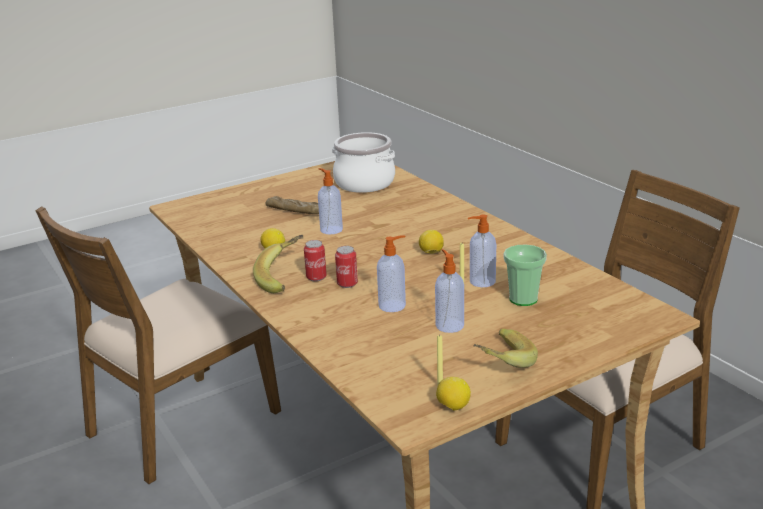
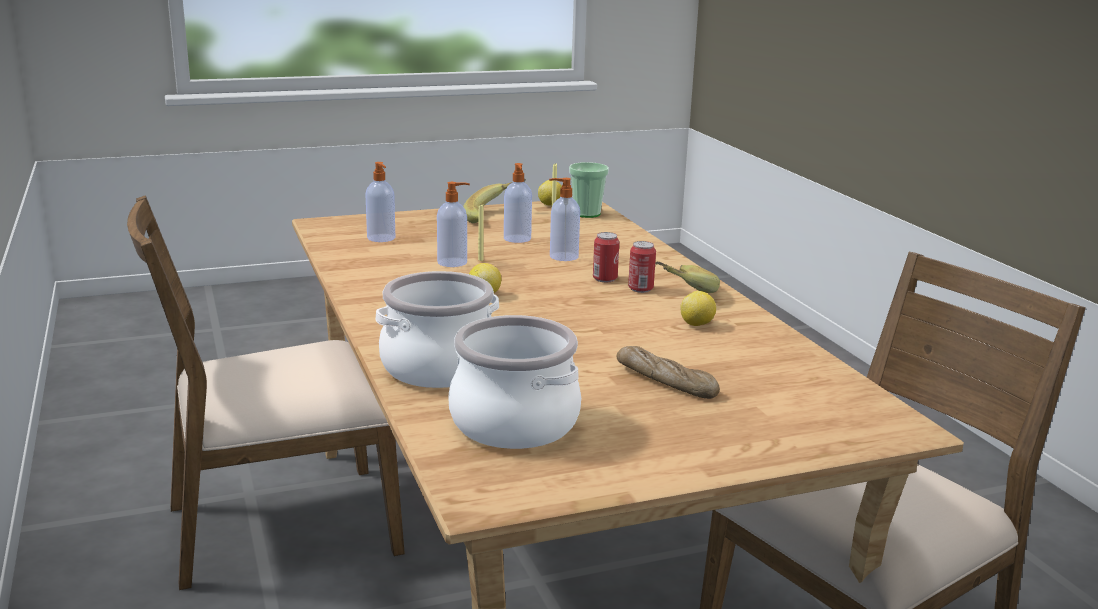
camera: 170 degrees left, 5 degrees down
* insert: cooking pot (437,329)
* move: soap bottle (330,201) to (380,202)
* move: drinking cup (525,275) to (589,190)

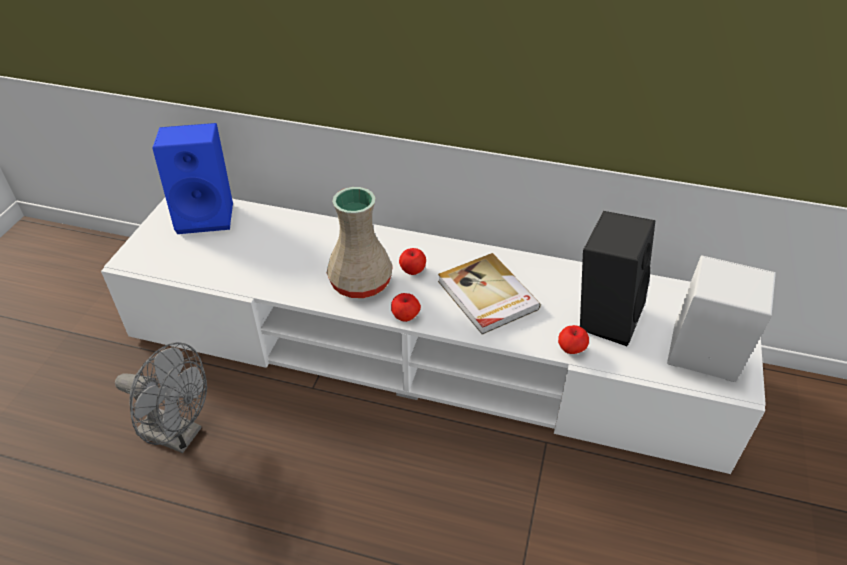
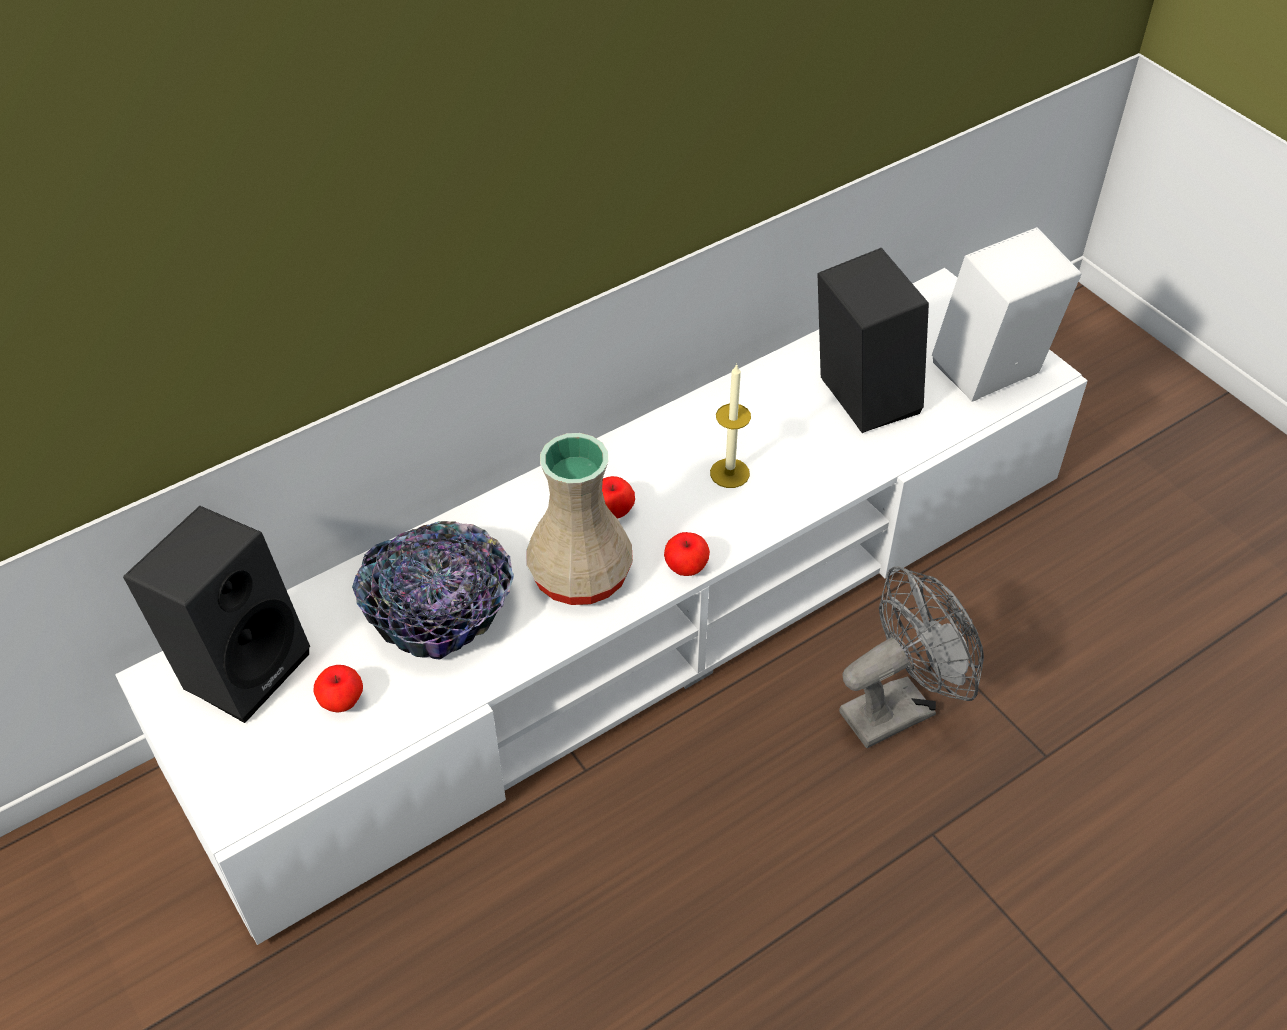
camera: 50 degrees left, 5 degrees up
* insert: deep dish (433,590)
* move: cooling fan in greyish (161,397) to (911,657)
* move: apple (573,339) to (338,689)
* replace: bound book (489,294) to wax candle (730,426)
* recolor: speaker in blue-coloured (192,178) to speaker in black (216,614)

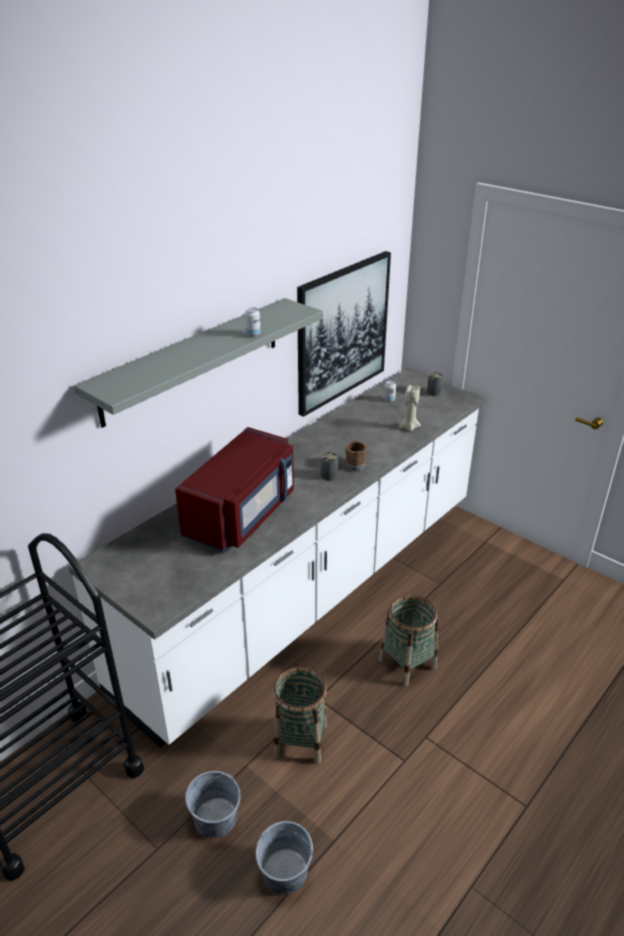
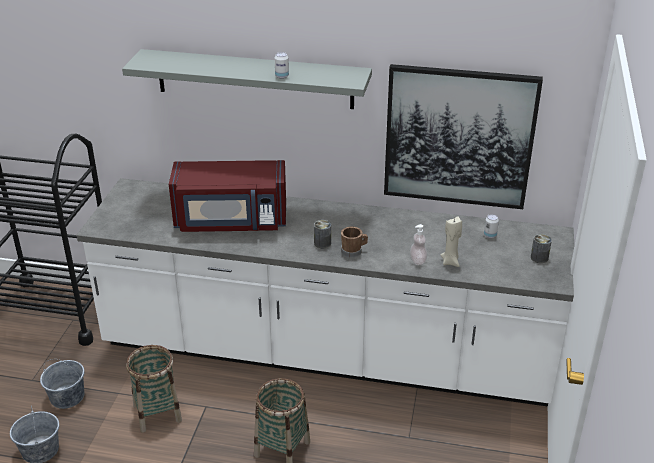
camera: 60 degrees right, 0 degrees up
* insert: soap bottle (418,244)

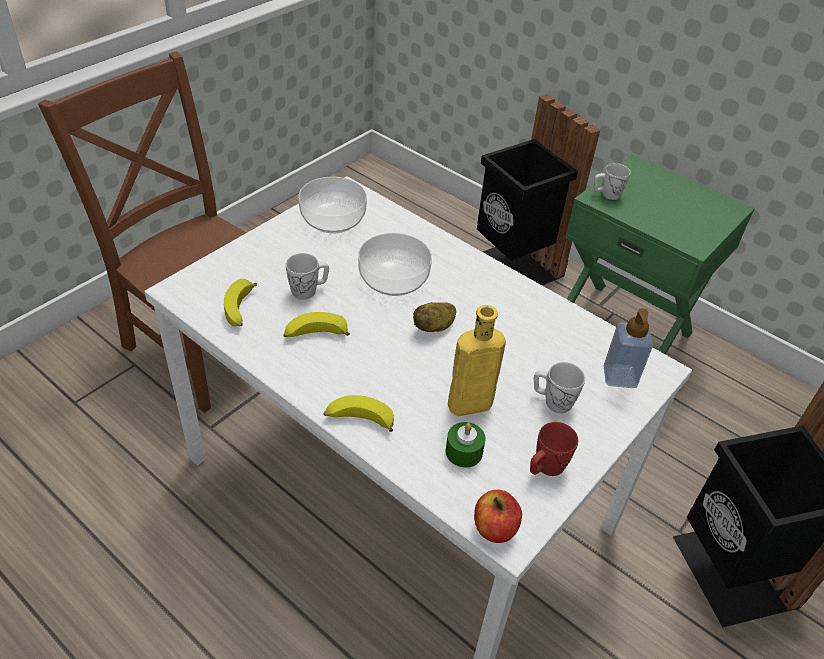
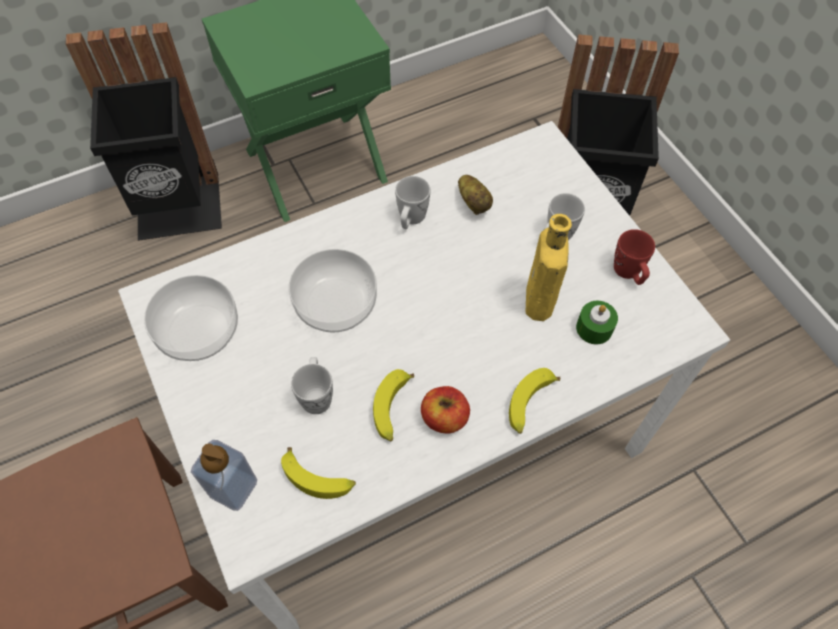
camera: 65 degrees left, 15 degrees up
* move: spud (434,317) to (475,195)
* move: apple (498,516) to (445,409)
* move: coffee mug in white (612,181) to (412,202)
* move: soap bottle (628,348) to (224,475)

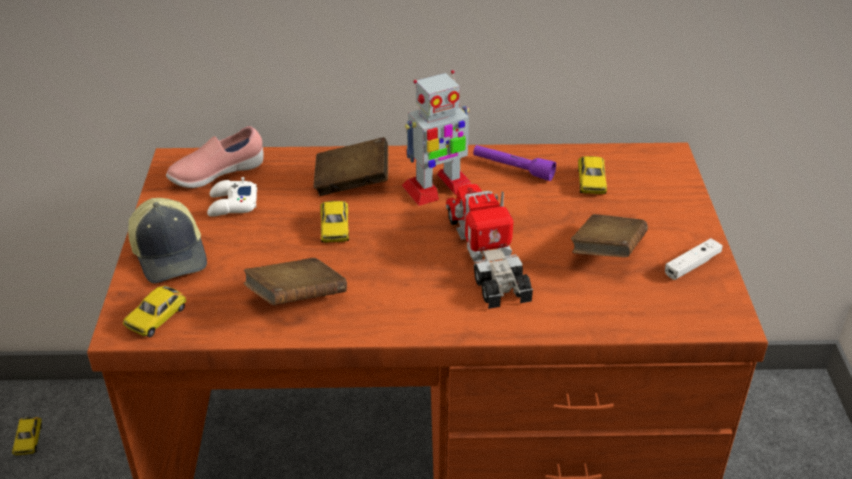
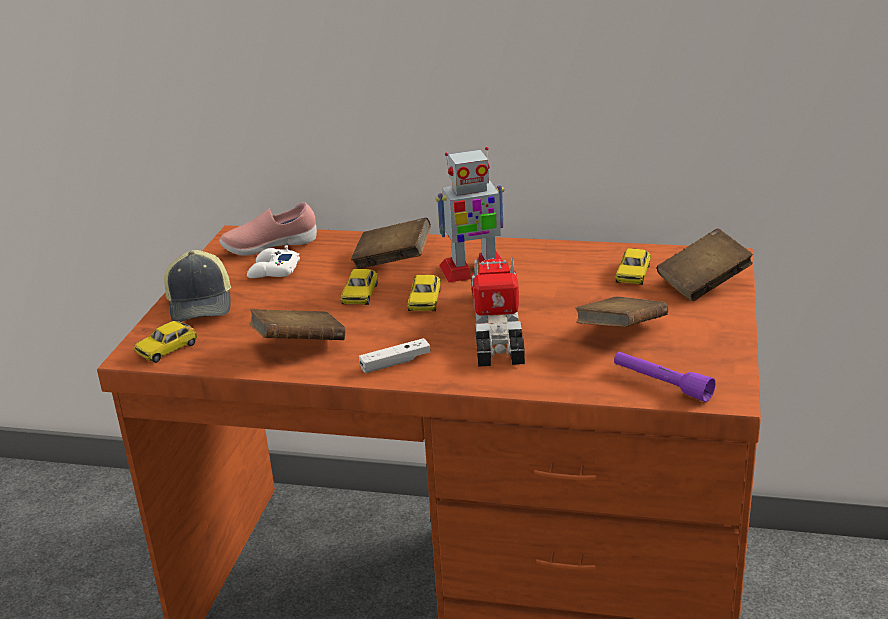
camera: 15 degrees right, 10 degrees down
* insert: bound book in brown-coloured (705,264)
* move: toy car (27,436) to (424,292)
* move: hand torch in purple-coloured (514,163) to (665,377)
* move: game controller in white (694,259) to (394,355)

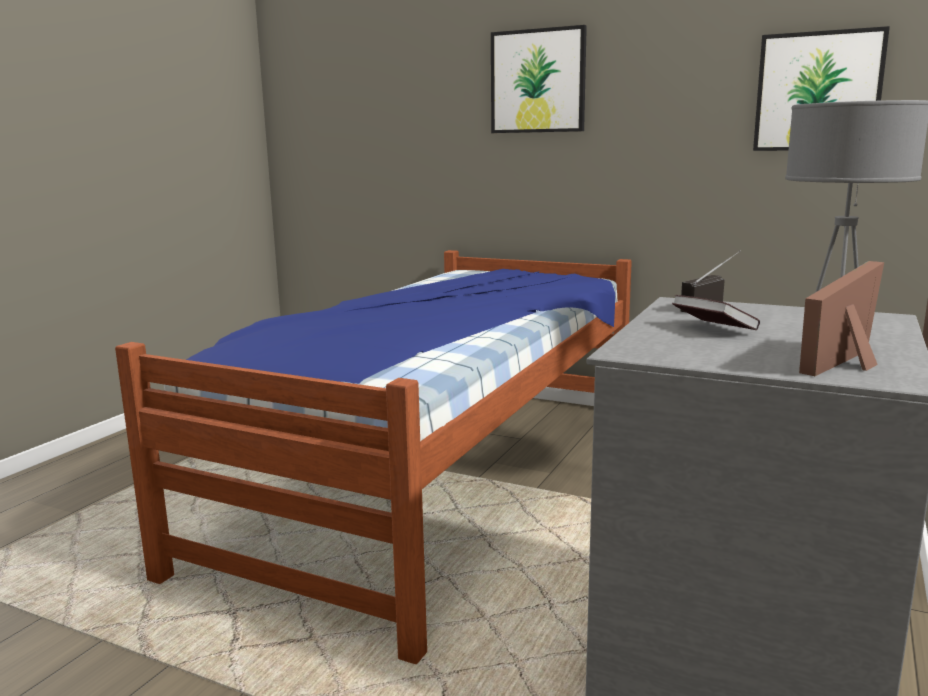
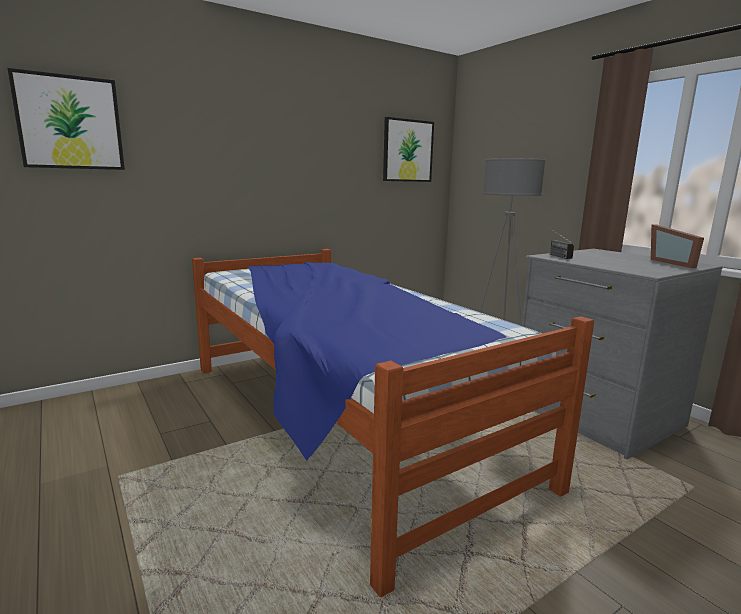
camera: 60 degrees left, 0 degrees up
* delete: bound book (716,312)
* move: picture (539,79) to (66,119)

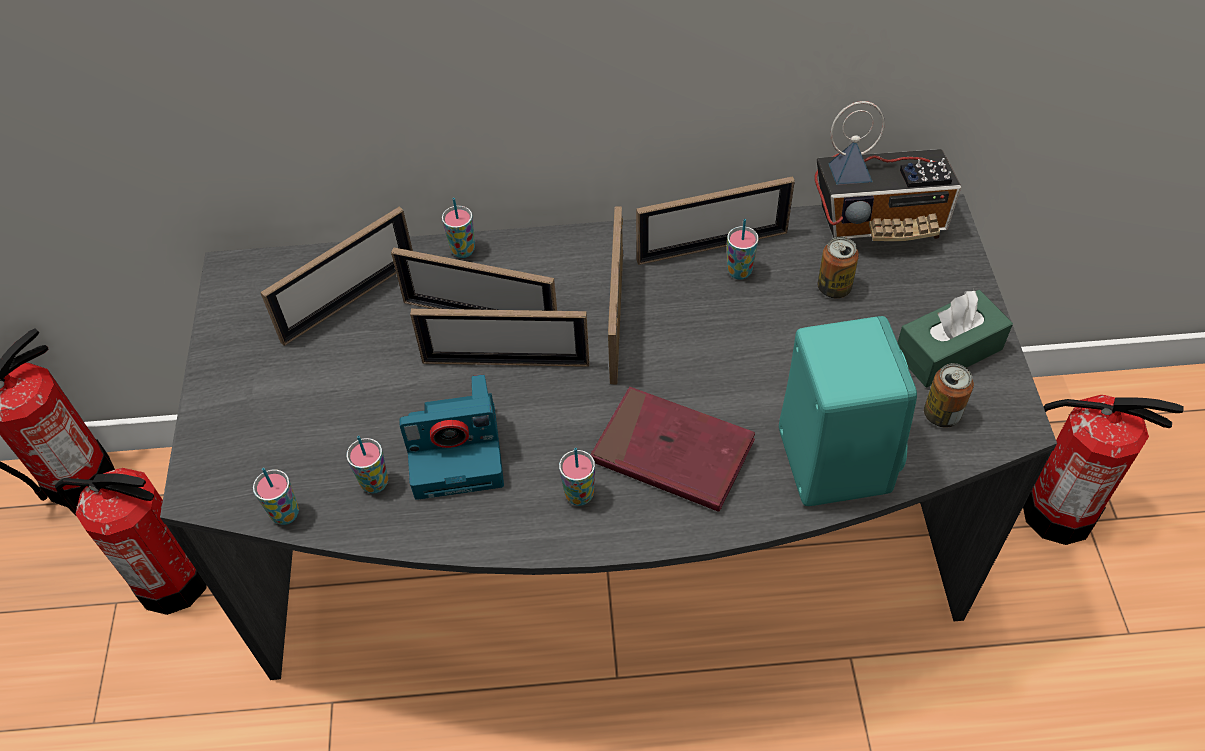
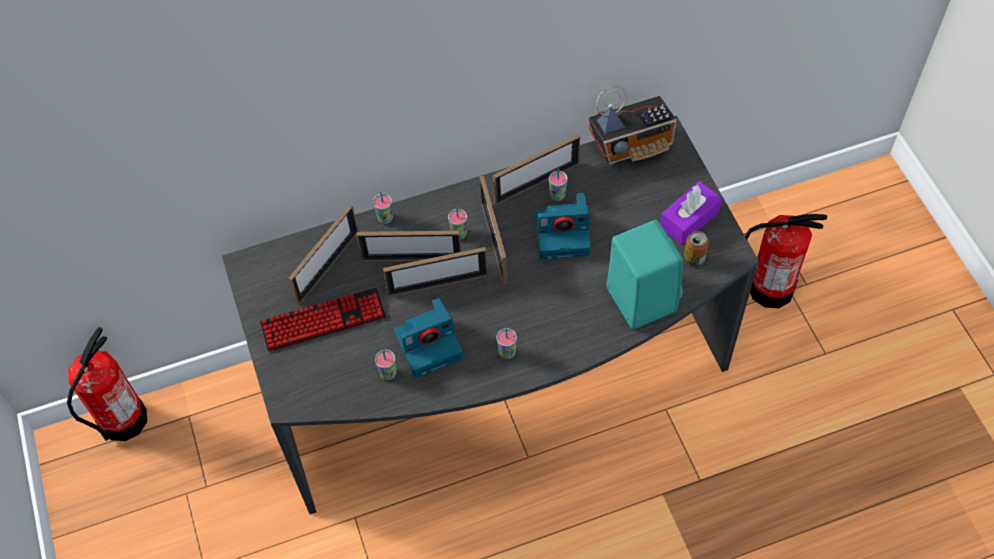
camera: 15 degrees left, 5 degrees up
* delete: extinguisher (131,541)
* delete: bound book in red (672,449)
* delete: metal can (838,267)
* insert: computer keyboard (323,320)
* insert: still camera (563,226)
* move: drinking cup (276,496) to (457,223)
* recolor: box of tissues in green-coloured (955,338) to box of tissues in purple-coloured (691,213)

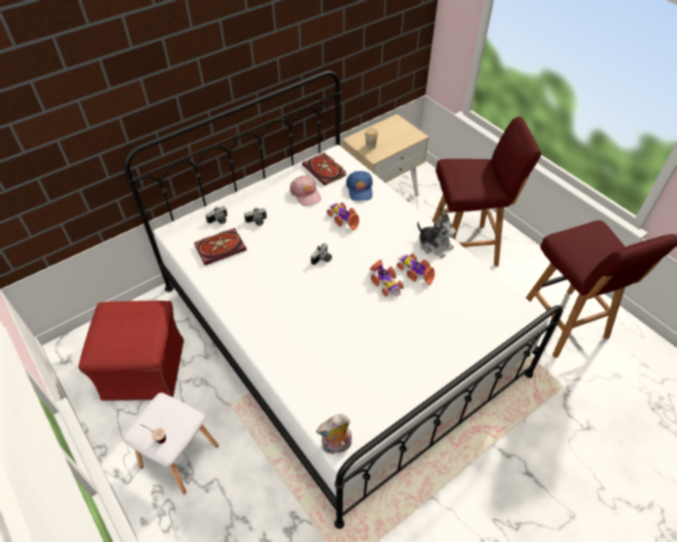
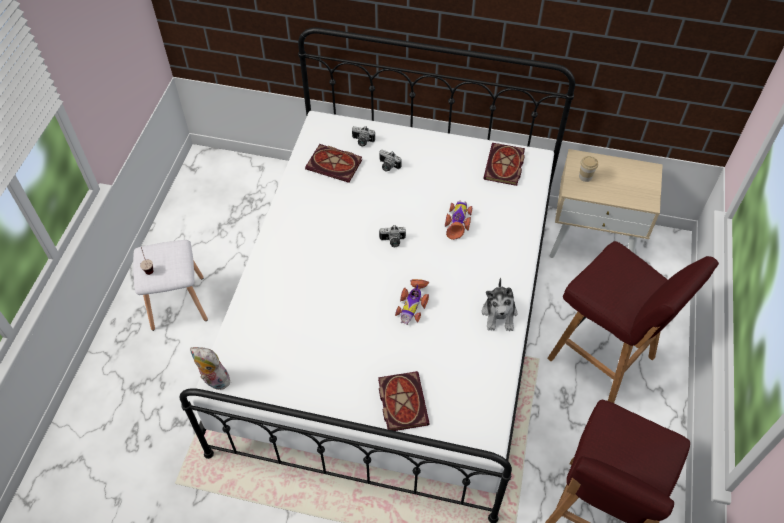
camera: 50 degrees right, 5 degrees up
* delete: footrest in red (131,351)
* delete: baseball cap in pink (305,190)
* delete: baseball cap in blue-coloured (359,186)
* delete: toy car (416,269)
* insert: bound book (404,401)

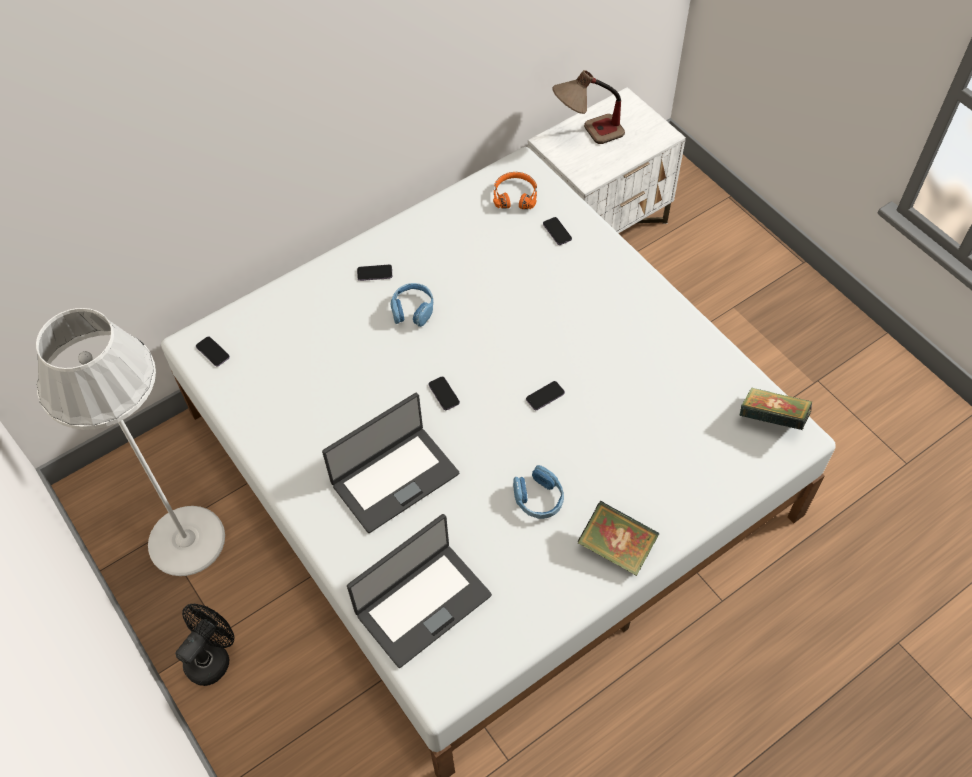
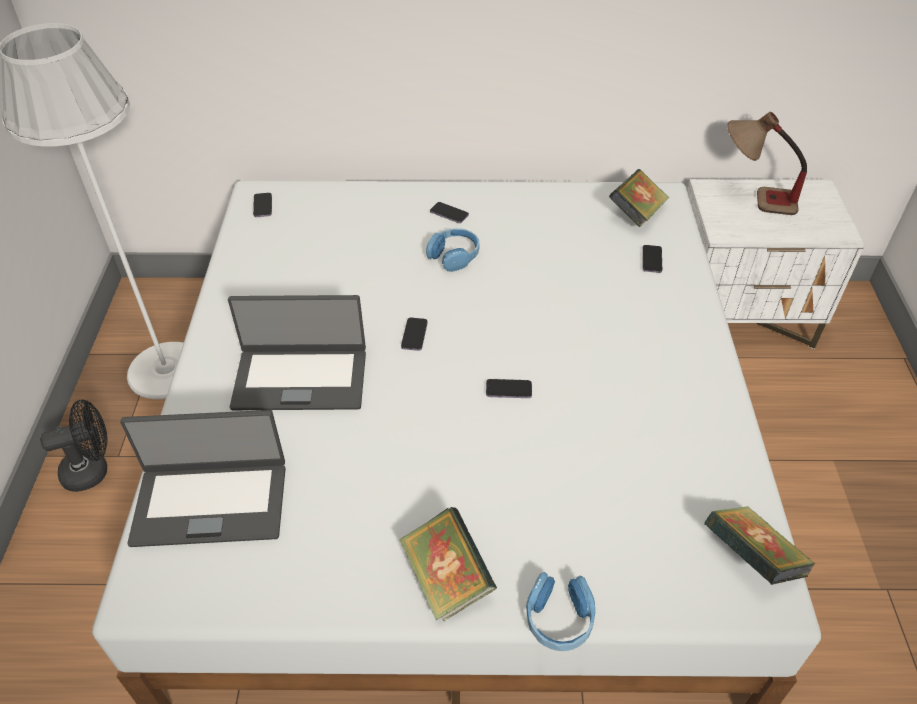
camera: 35 degrees right, 10 degrees down
* move: headphones in blue-coloured (538,492) to (560,611)
* replace: headphones in orangey (515,190) to bound book (639,198)

